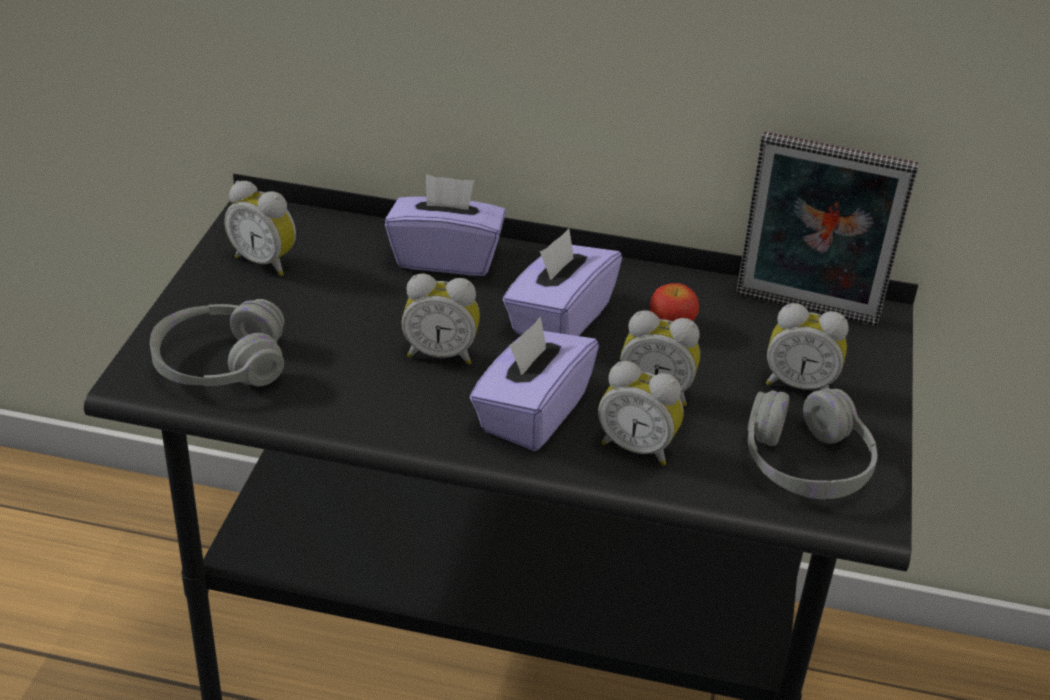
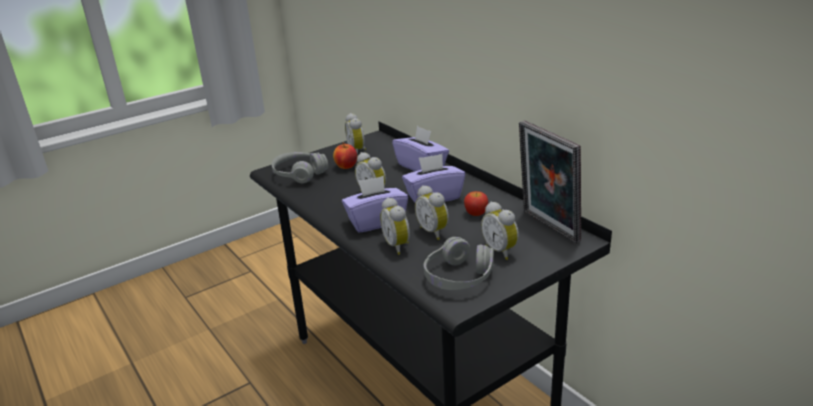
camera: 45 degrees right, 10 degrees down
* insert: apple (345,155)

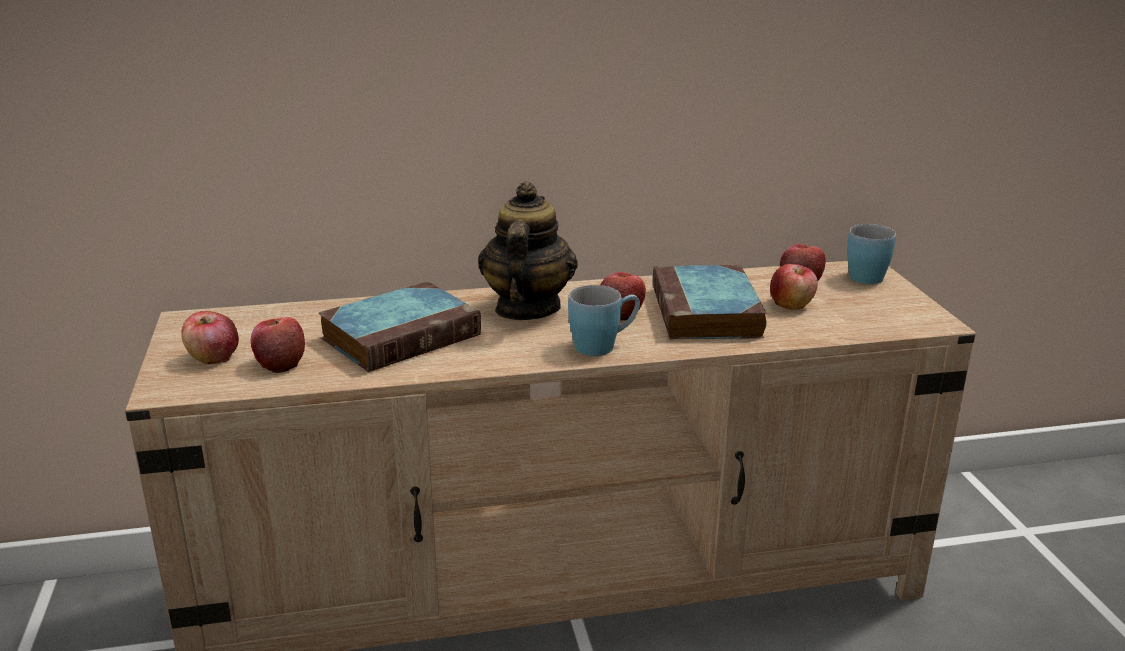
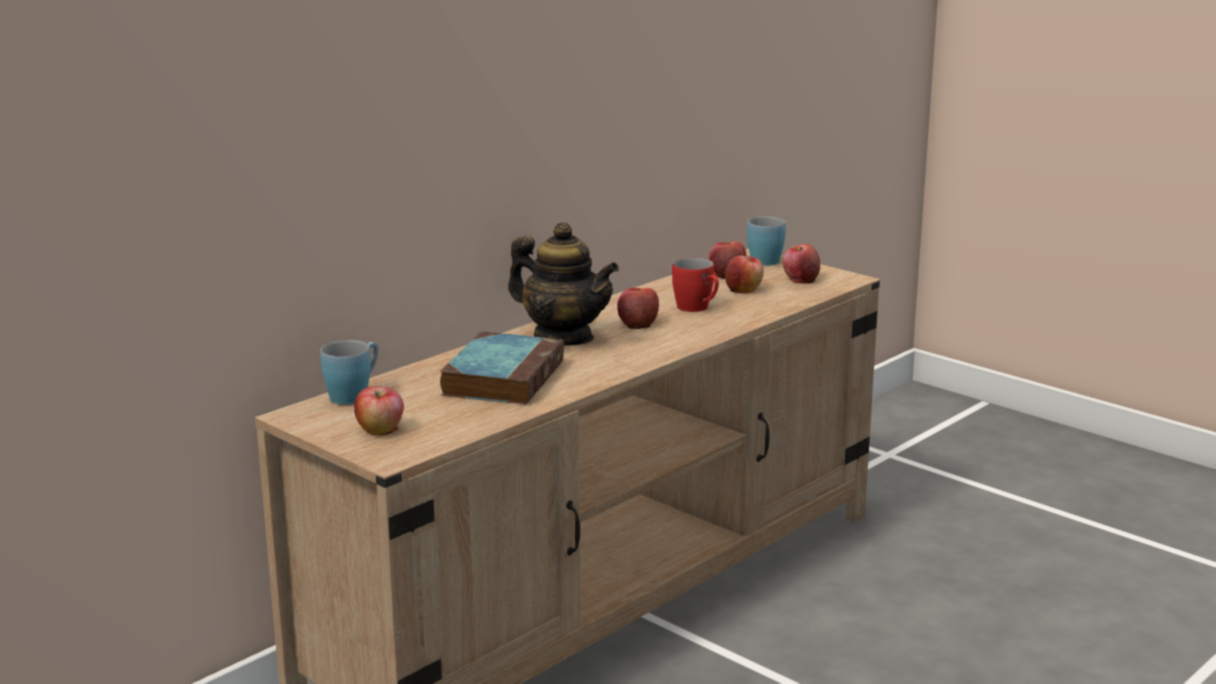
camera: 35 degrees left, 5 degrees down
* move: apple (278,345) to (801,263)
* move: coffee mug in blue-coloured (604,320) to (349,372)
* replace: bound book (709,302) to coffee mug in red (695,284)
* rotate: tea pot (528,250) = (563,284) 150 degrees clockwise

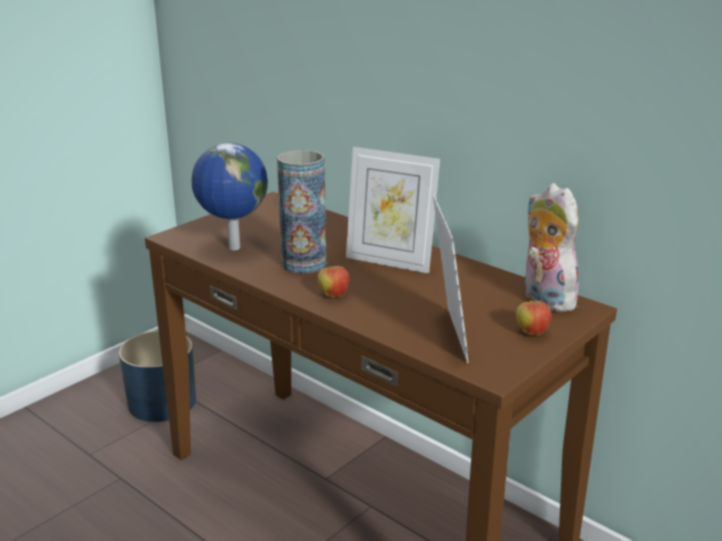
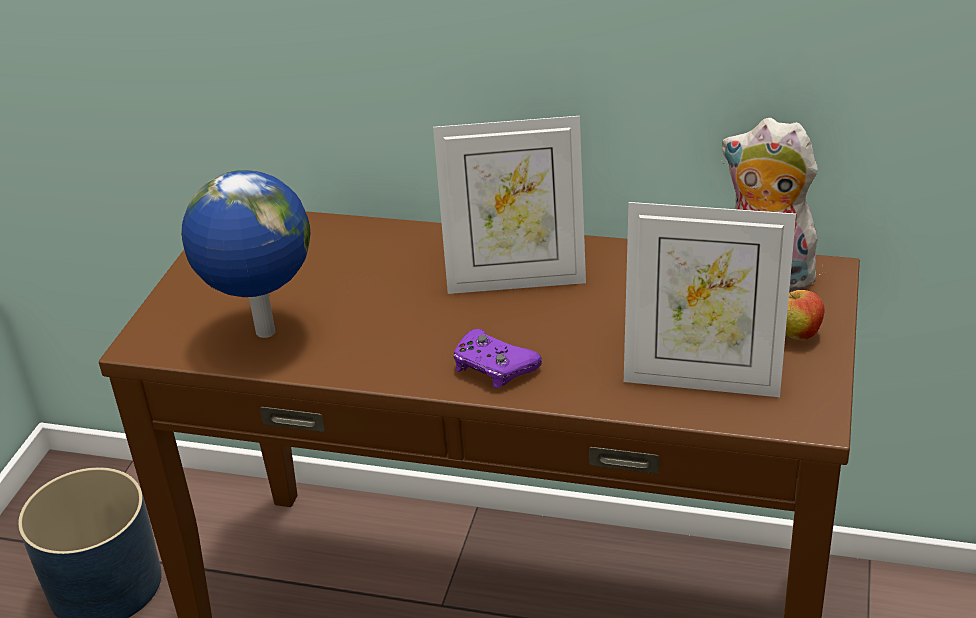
camera: 25 degrees left, 10 degrees up
* delete: decorative vase (301,212)
* replace: apple (333,280) to game controller in purple-coloured (498,358)
* rotate: standing frame (451,278) = (710,299) 135 degrees clockwise

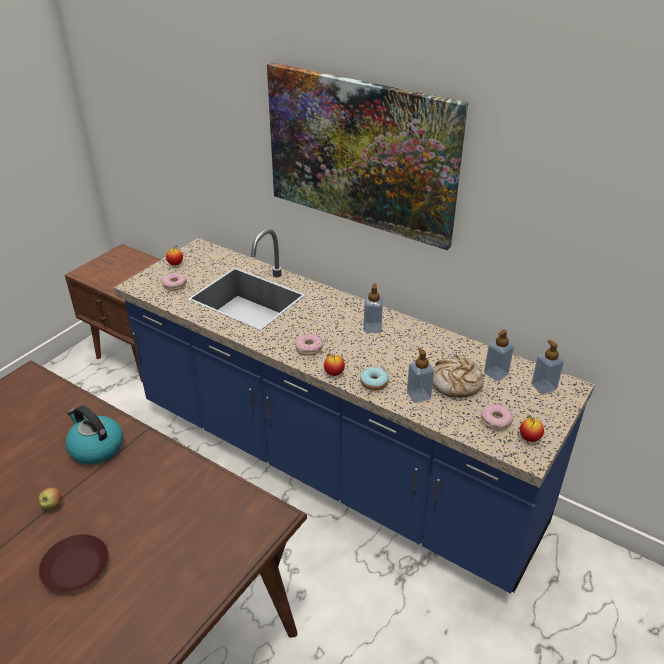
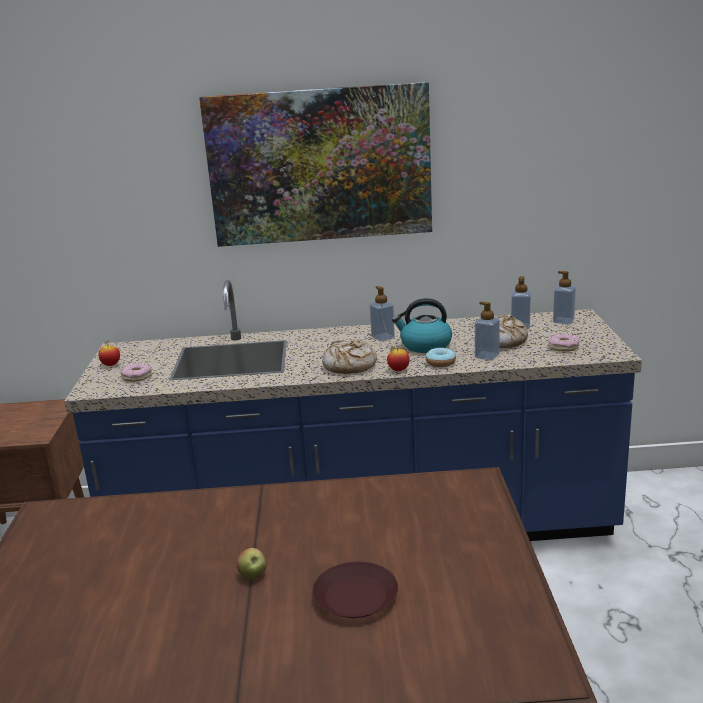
camera: 35 degrees left, 15 degrees down
* delete: apple (532,428)
* move: tea kettle (94,435) to (422,325)
* replace: donut (309,344) to bread (349,356)

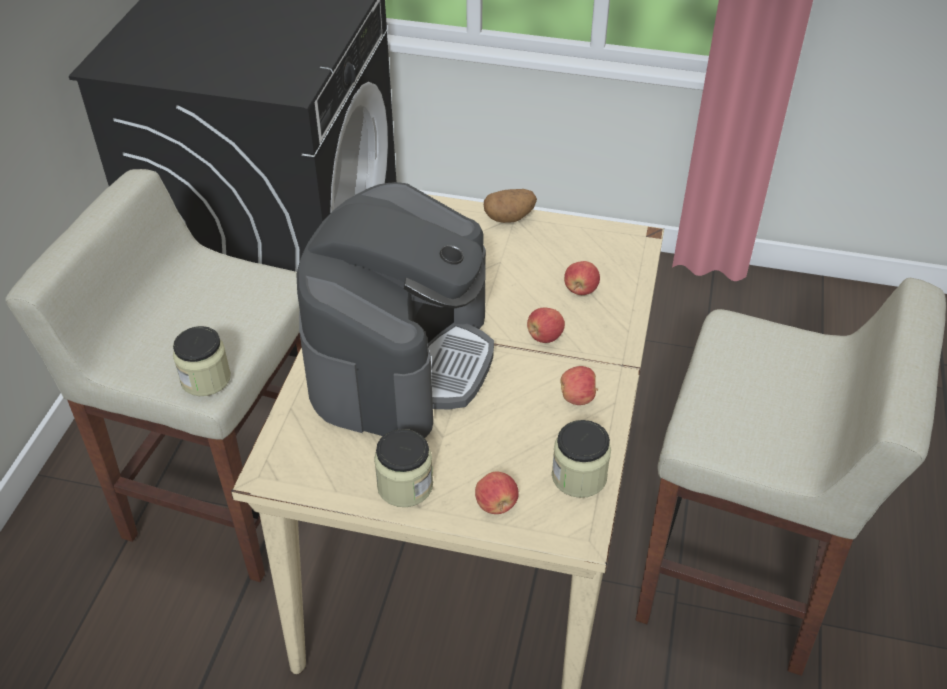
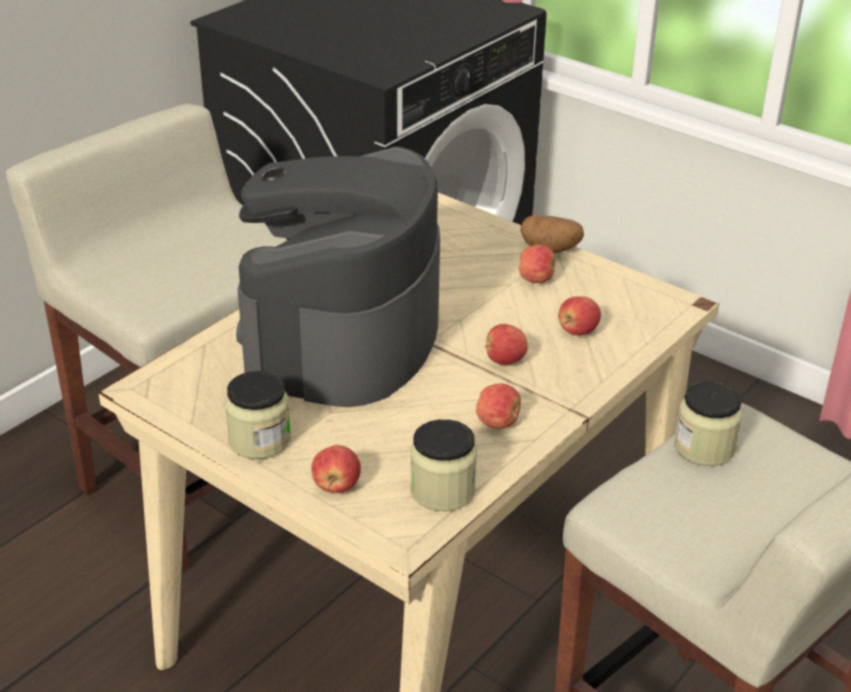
camera: 25 degrees right, 10 degrees down
* insert: apple (537,264)
* move: jar (202,361) to (708,423)
* rotate: coffee machine (395,310) = (338,277) 150 degrees clockwise

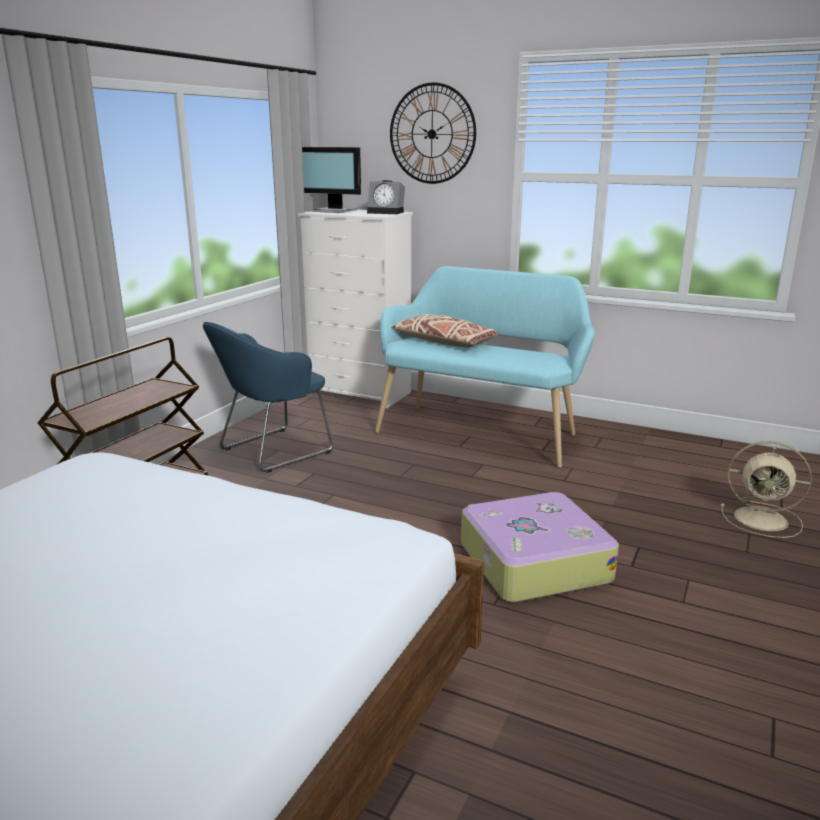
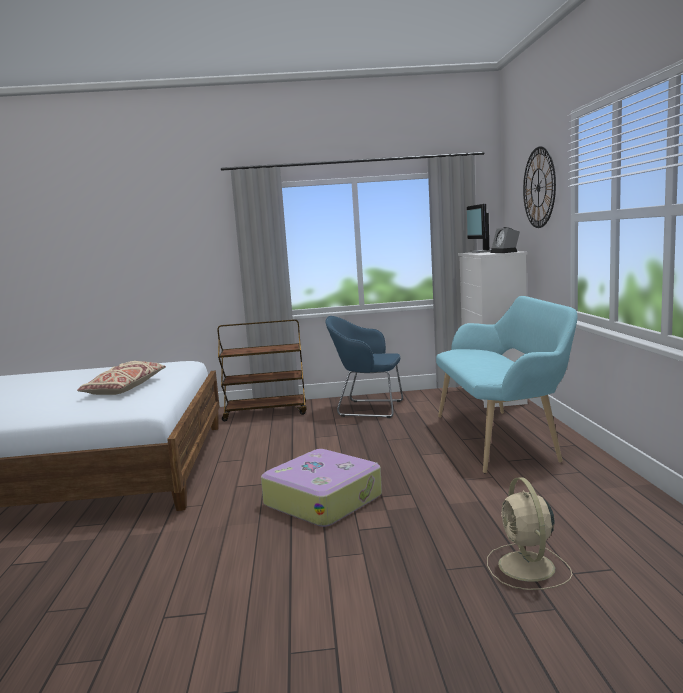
camera: 60 degrees right, 10 degrees down
* move: throw pillow in sand-coloured (445,330) to (121,378)

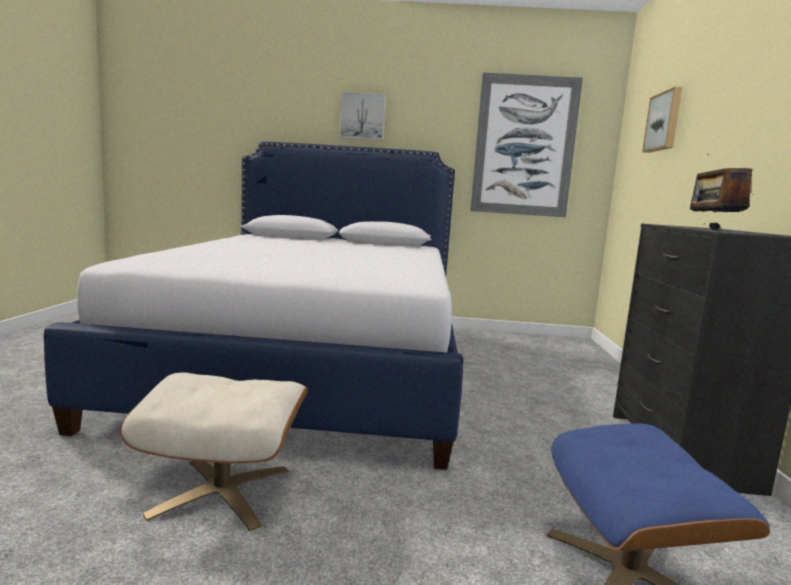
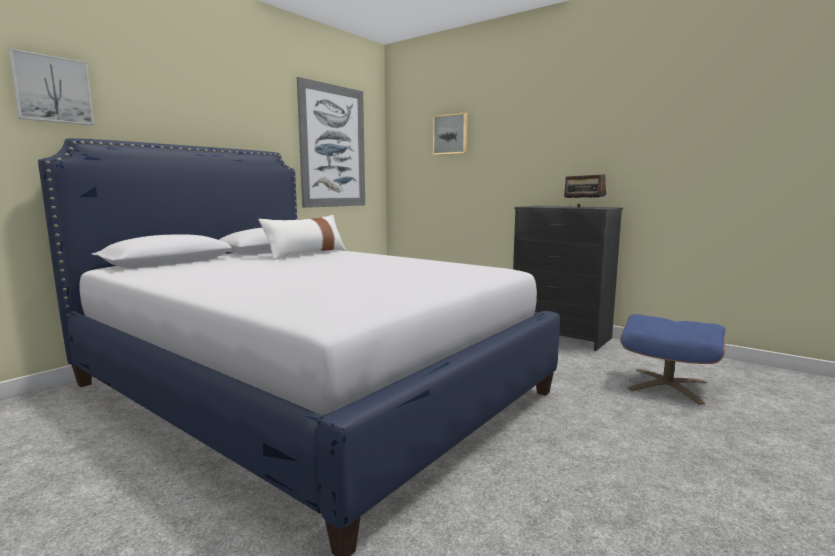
camera: 55 degrees left, 0 degrees up
* delete: footrest in sand-coloured (214,452)
* insert: throw pillow in white (302,237)
* move: picture (363,116) to (51,86)

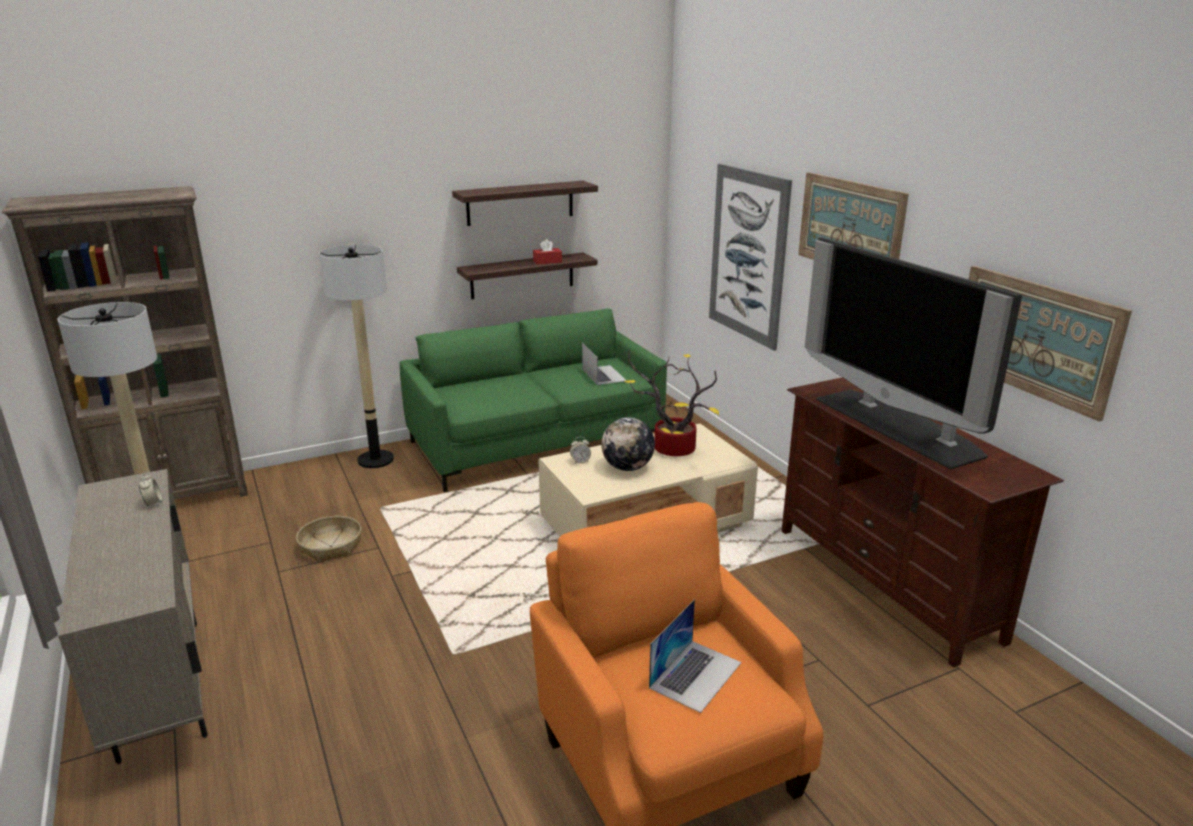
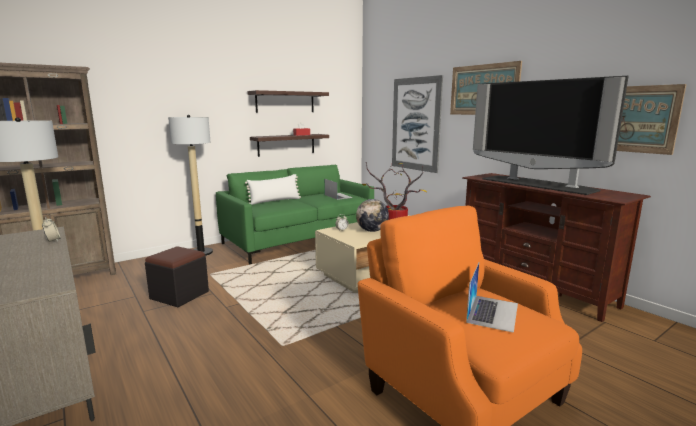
camera: 10 degrees left, 10 degrees down
* insert: throw pillow in white (273,189)
* replace: basket (328,539) to footrest in black (177,276)

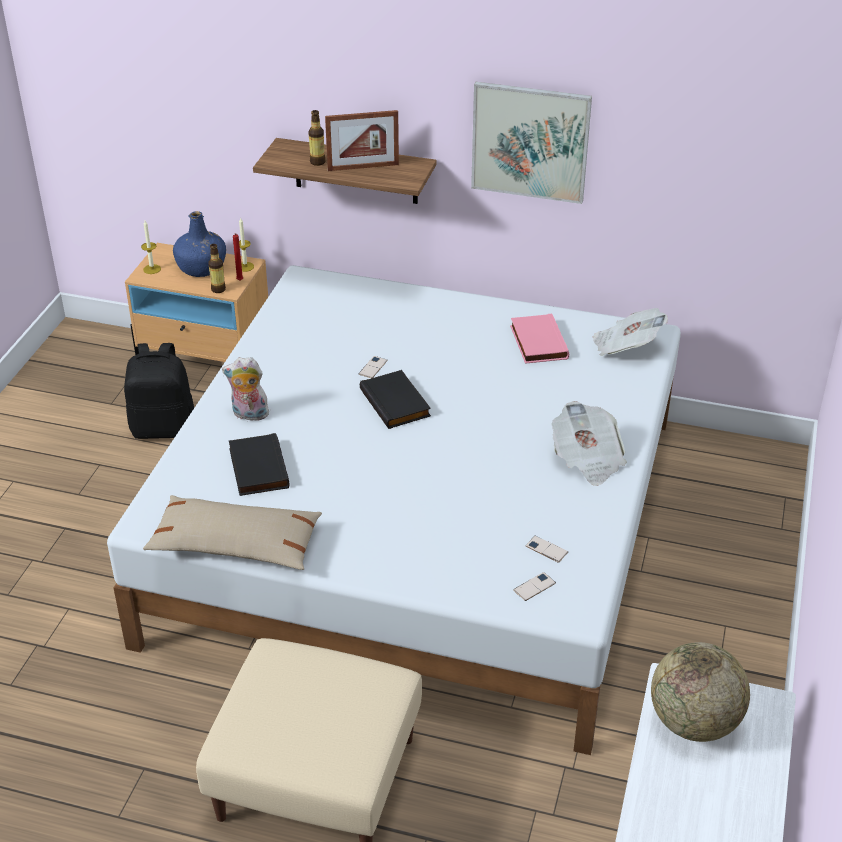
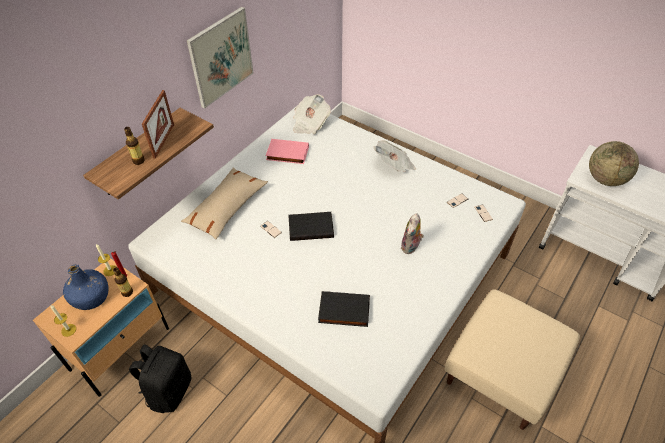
camera: 70 degrees left, 10 degrees up
* move: throw pillow in sand-coloured (232,532) to (224,203)
* move: cuddly toy (245,389) to (412,233)

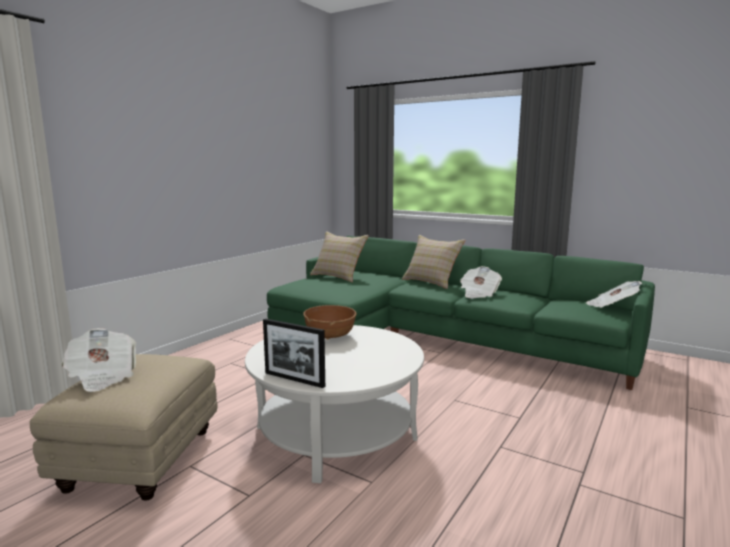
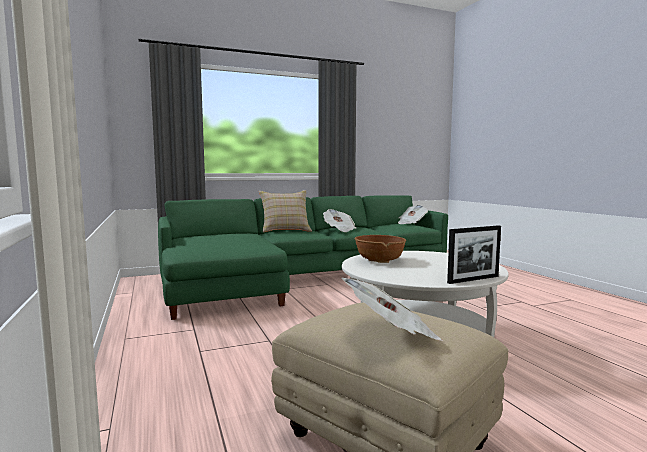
camera: 55 degrees left, 5 degrees down
* delete: throw pillow in sand-coloured (339,256)

